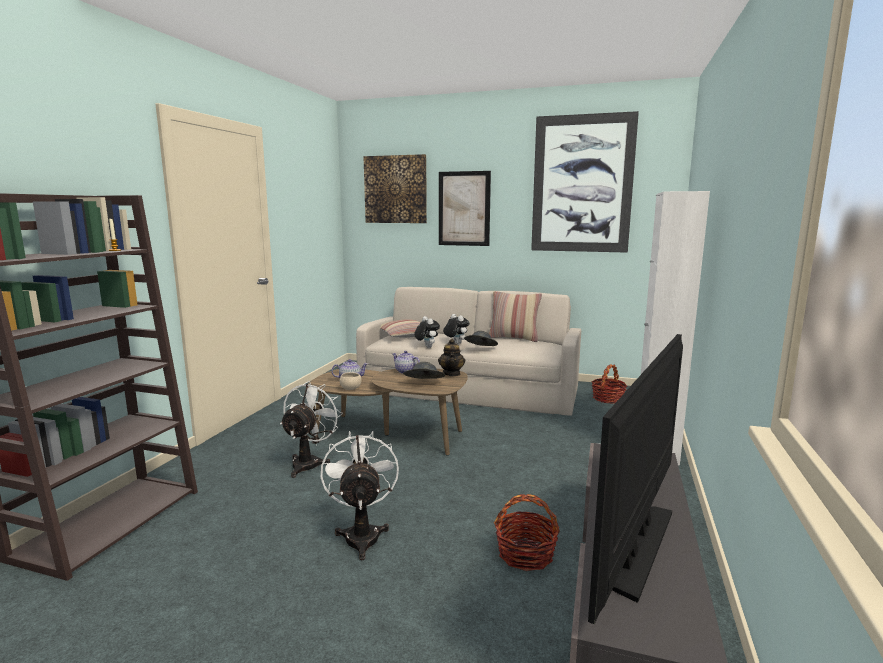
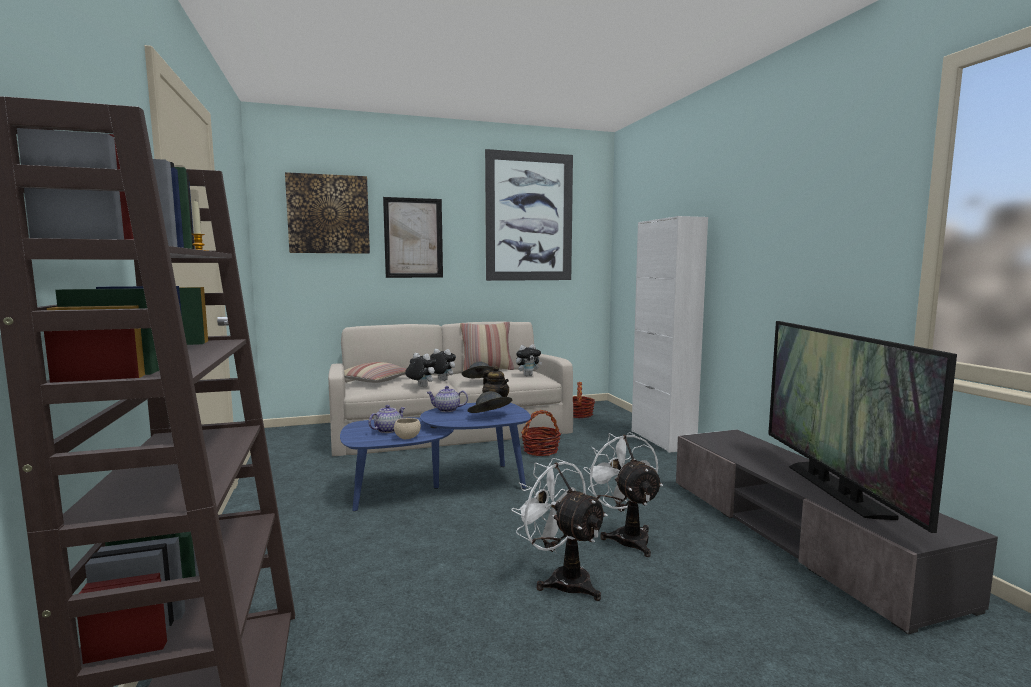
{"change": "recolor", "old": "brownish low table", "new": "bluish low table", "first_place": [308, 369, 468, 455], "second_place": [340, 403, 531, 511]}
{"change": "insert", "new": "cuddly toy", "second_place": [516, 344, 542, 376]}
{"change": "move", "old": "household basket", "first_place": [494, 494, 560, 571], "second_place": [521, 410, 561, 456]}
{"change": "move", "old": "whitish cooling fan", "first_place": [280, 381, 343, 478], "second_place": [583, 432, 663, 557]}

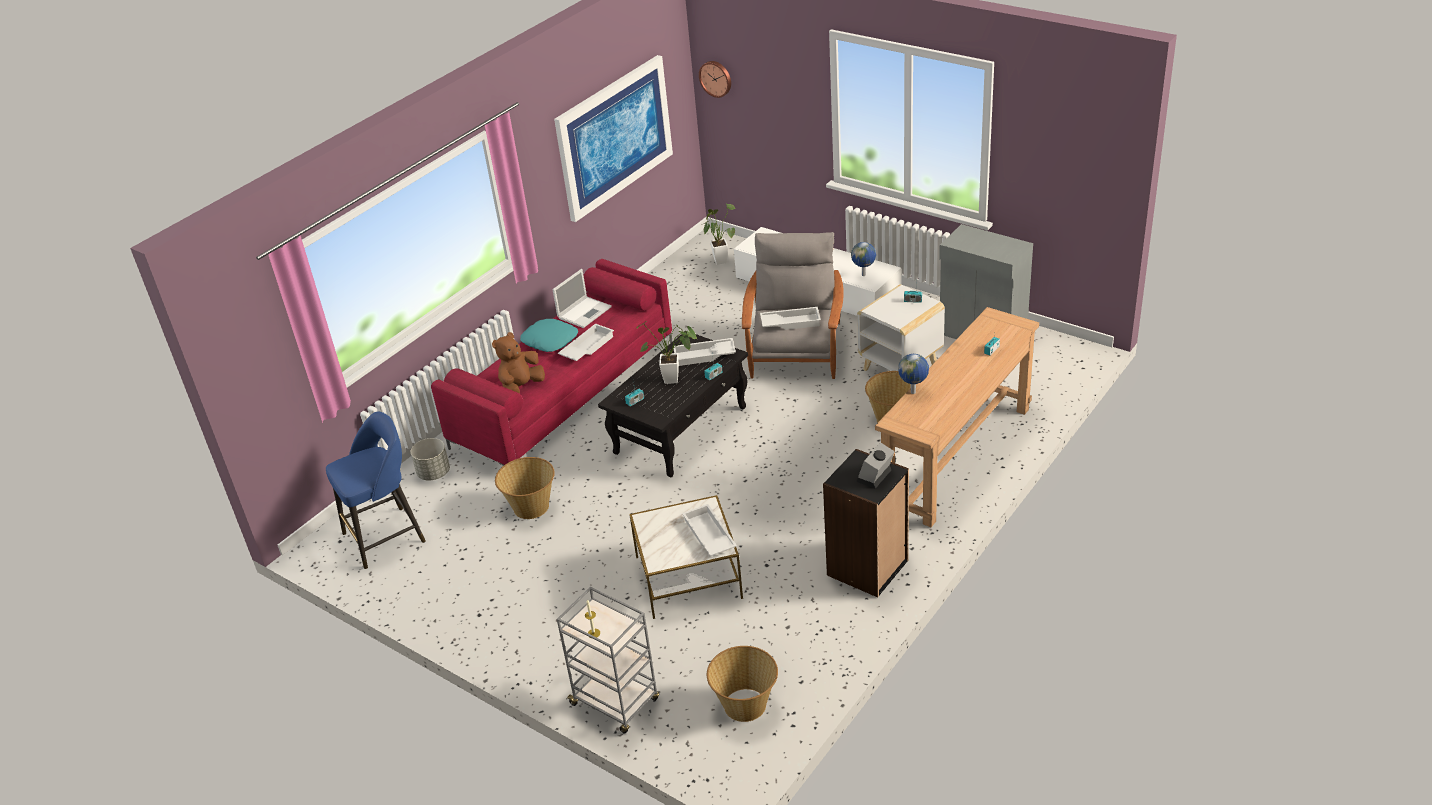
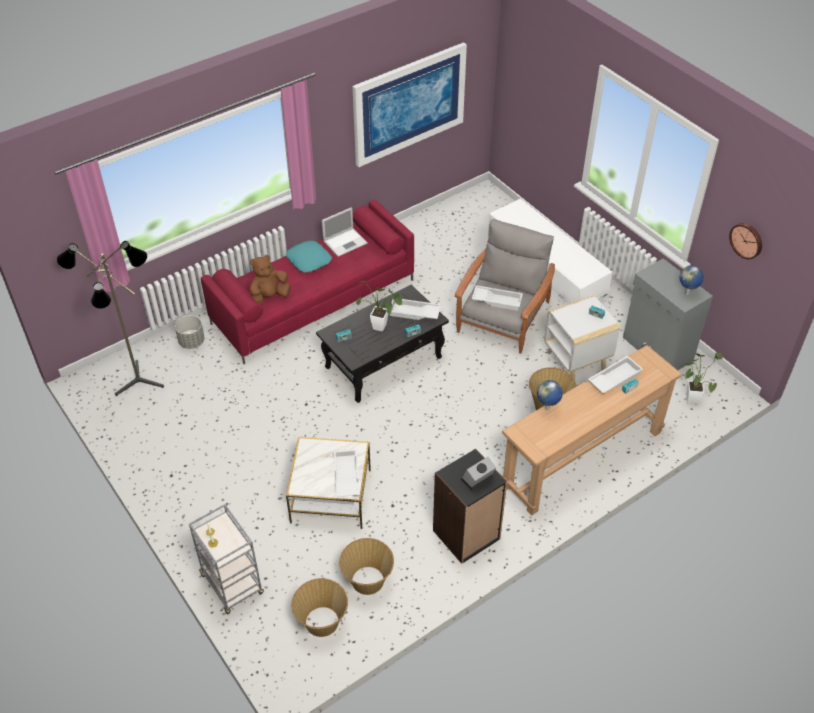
{"change": "replace", "old": "bluish stool seat", "new": "floor lamp", "first_place": [326, 412, 426, 569], "second_place": [57, 241, 164, 396]}
{"change": "move", "old": "household basket", "first_place": [495, 457, 555, 519], "second_place": [339, 538, 394, 595]}
{"change": "move", "old": "whitish serving tray", "first_place": [558, 323, 614, 361], "second_place": [588, 356, 643, 393]}
{"change": "move", "old": "desk globe", "first_place": [851, 242, 876, 276], "second_place": [679, 266, 704, 295]}
{"change": "move", "old": "plant in a pot", "first_place": [704, 204, 735, 265], "second_place": [685, 352, 722, 404]}
{"change": "move", "old": "hanging clock", "first_place": [699, 61, 731, 98], "second_place": [729, 223, 762, 259]}

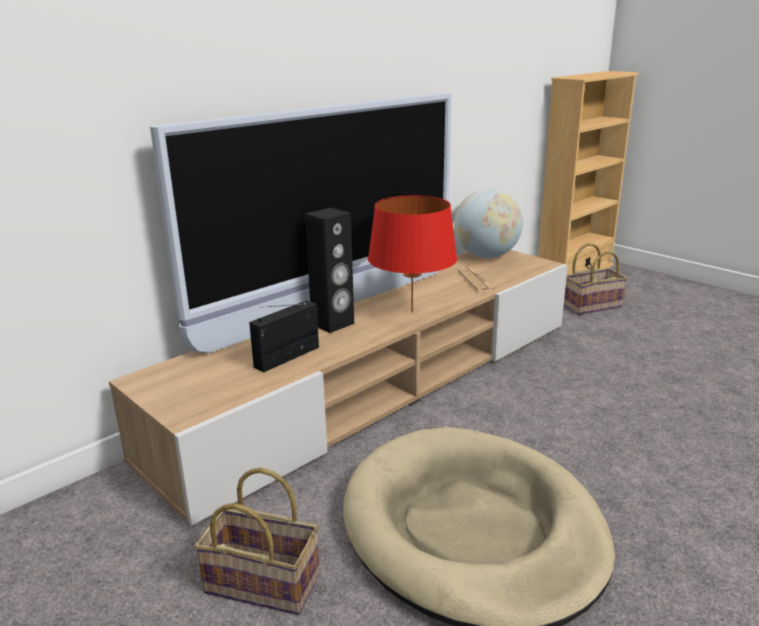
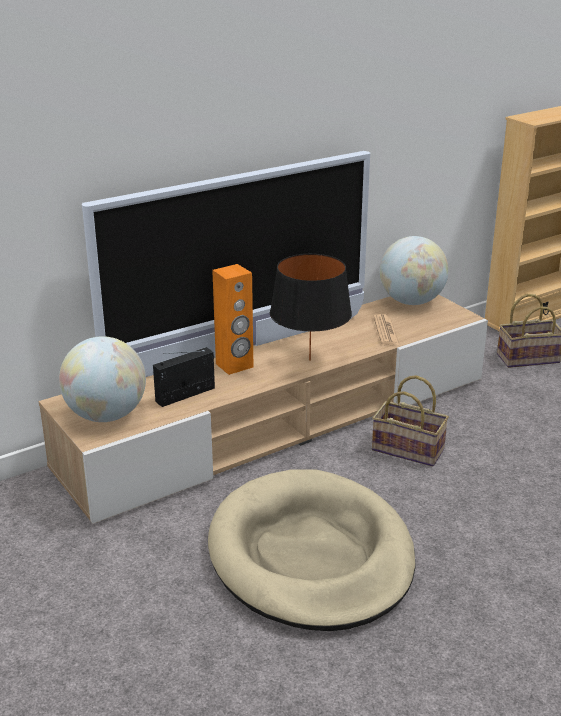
{"change": "insert", "new": "desk globe", "second_place": [59, 336, 146, 422]}
{"change": "recolor", "old": "black audio speaker", "new": "orangey audio speaker", "first_place": [305, 208, 354, 333], "second_place": [212, 264, 253, 375]}
{"change": "recolor", "old": "red lamp for a table", "new": "black lamp for a table", "first_place": [368, 196, 458, 313], "second_place": [270, 254, 352, 361]}
{"change": "move", "old": "household basket", "first_place": [194, 467, 320, 615], "second_place": [372, 375, 449, 467]}

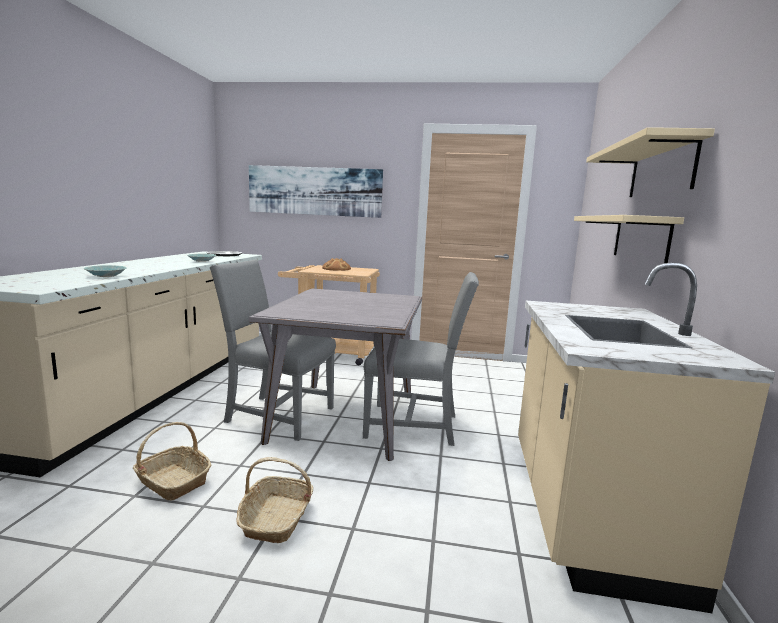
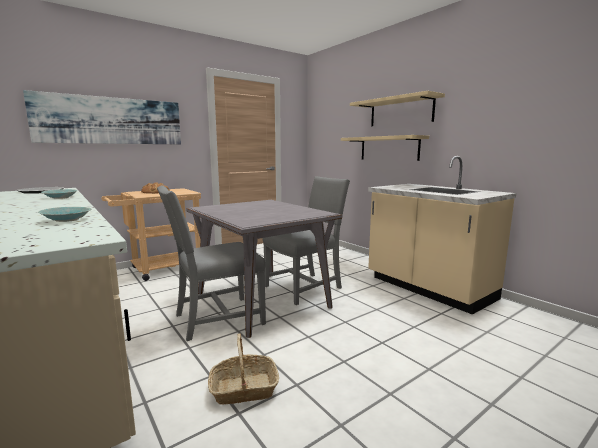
{"change": "delete", "old": "household basket", "first_place": [236, 457, 313, 543]}

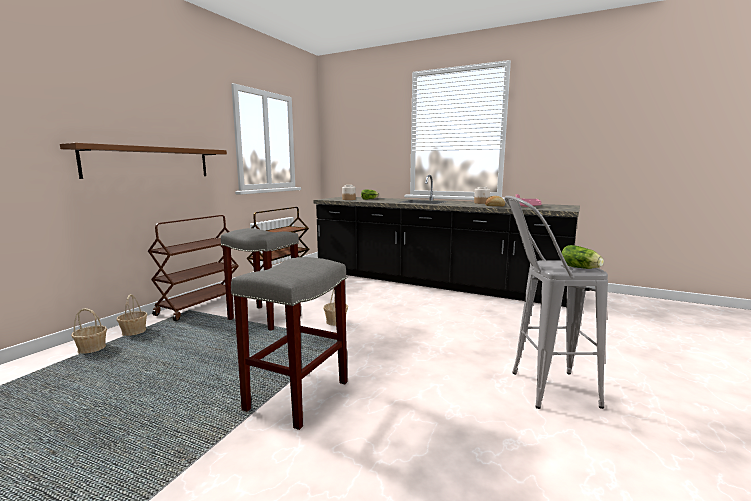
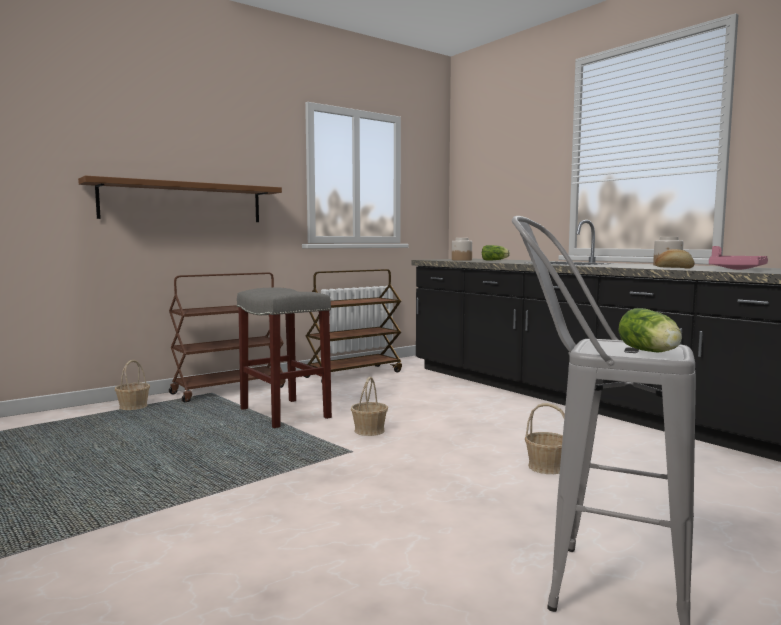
{"change": "move", "old": "household basket", "first_place": [71, 308, 107, 354], "second_place": [525, 403, 565, 474]}
{"change": "delete", "old": "greyish stool seat", "first_place": [231, 257, 347, 430]}

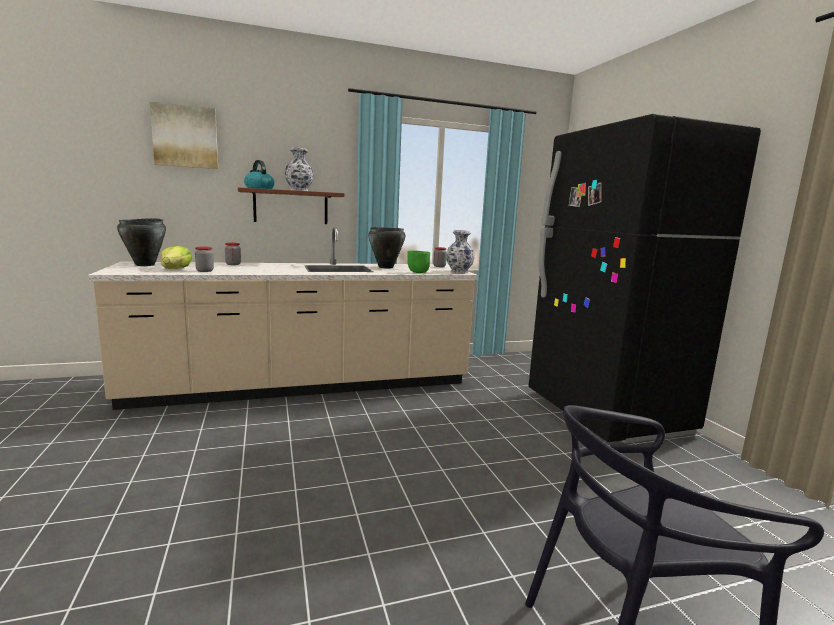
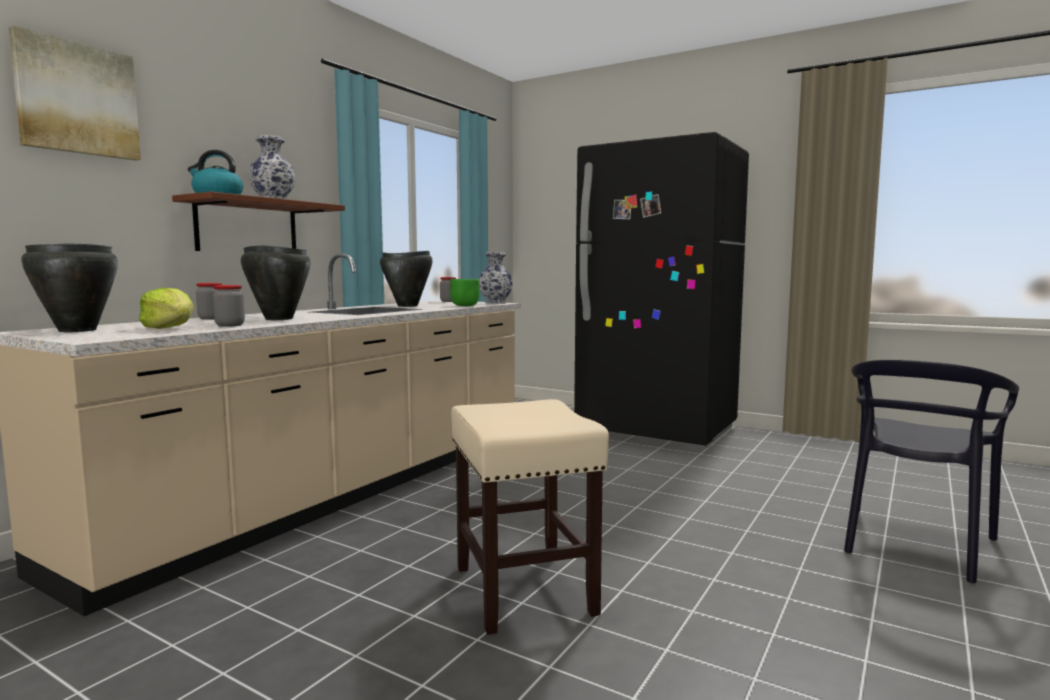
{"change": "insert", "new": "black stockpot", "second_place": [241, 245, 310, 320]}
{"change": "insert", "new": "beige stool seat", "second_place": [451, 399, 609, 635]}

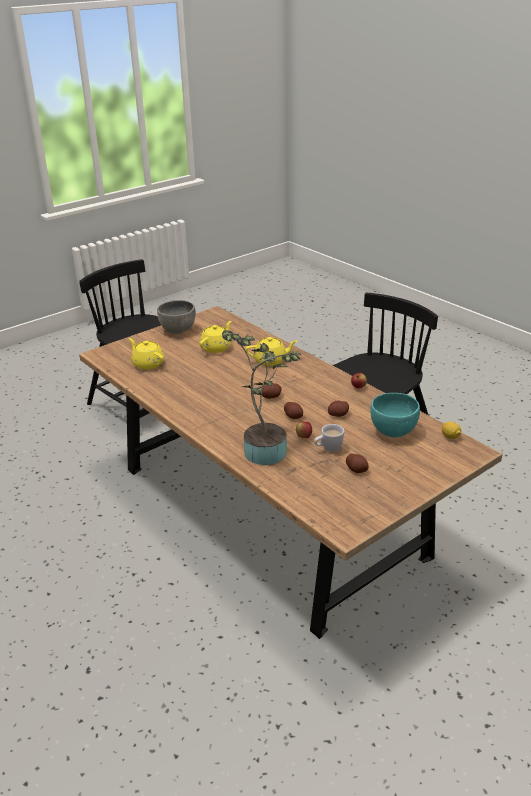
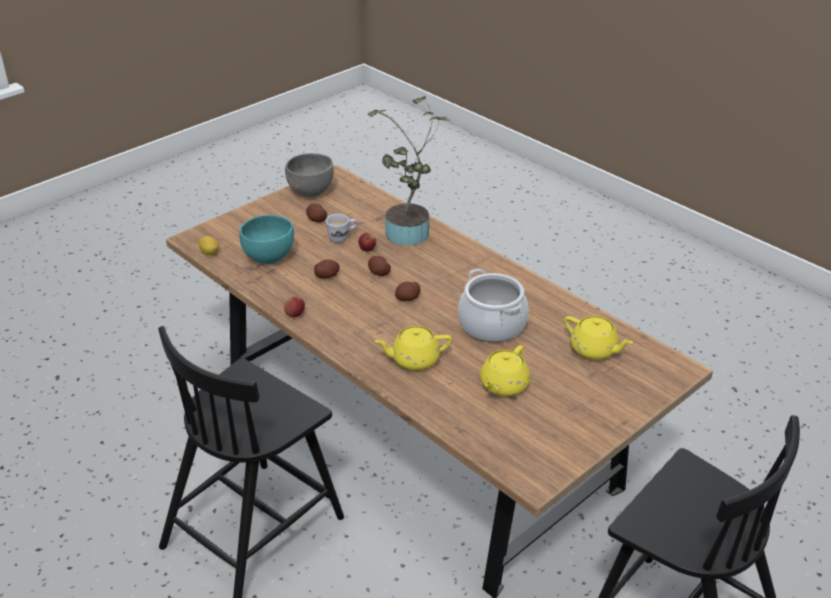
{"change": "move", "old": "greyish deep dish", "first_place": [157, 300, 196, 334], "second_place": [285, 153, 334, 197]}
{"change": "insert", "new": "stockpot", "second_place": [458, 269, 529, 342]}

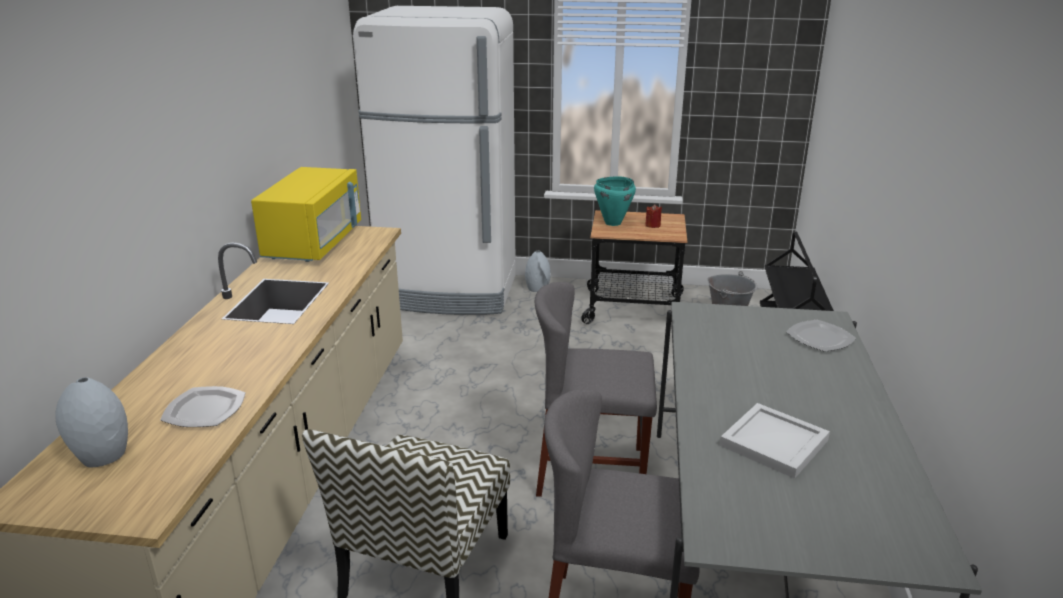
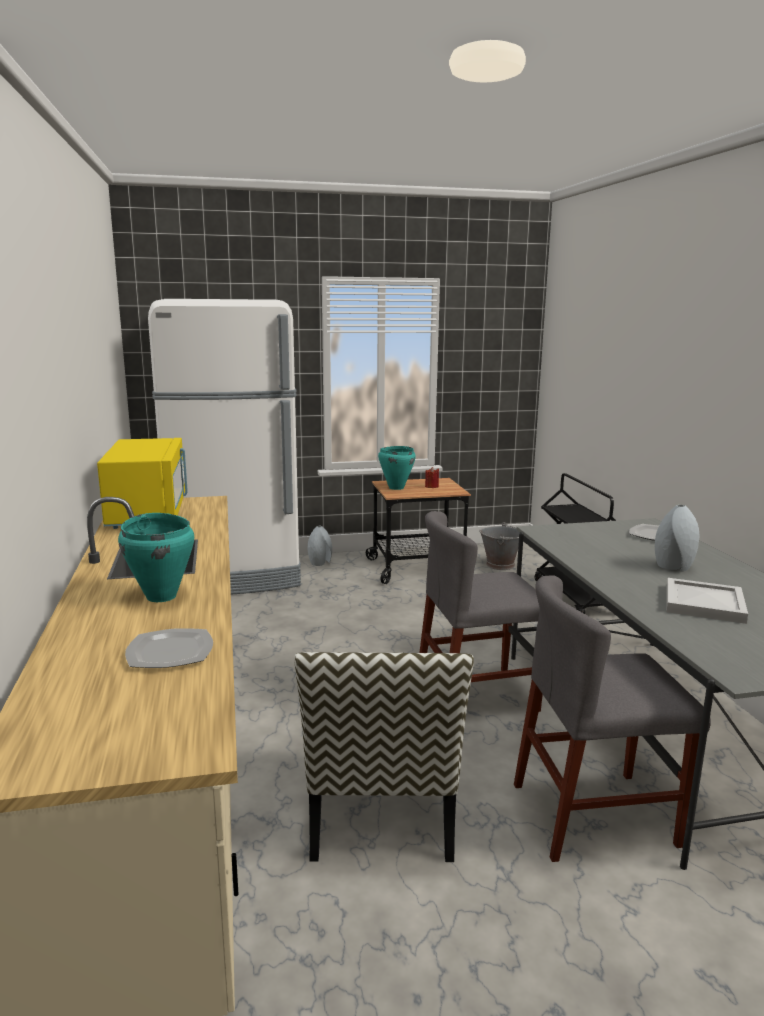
{"change": "insert", "new": "turquoise stockpot", "second_place": [118, 513, 194, 602]}
{"change": "move", "old": "greyish flower vase", "first_place": [55, 377, 128, 467], "second_place": [655, 505, 700, 572]}

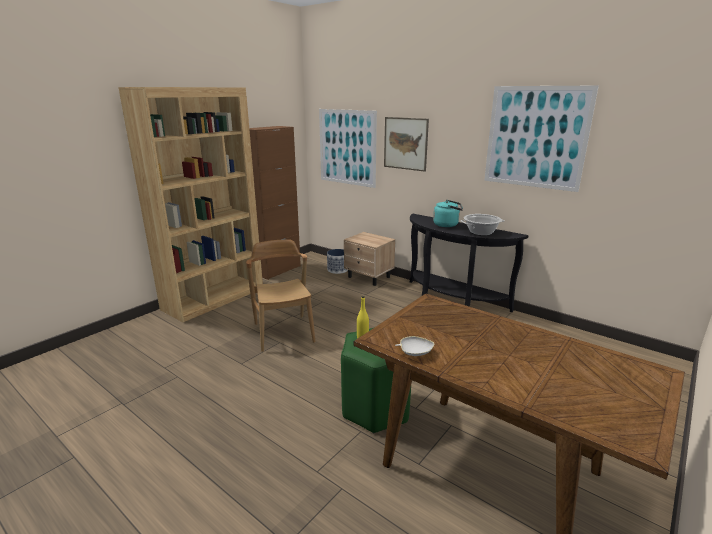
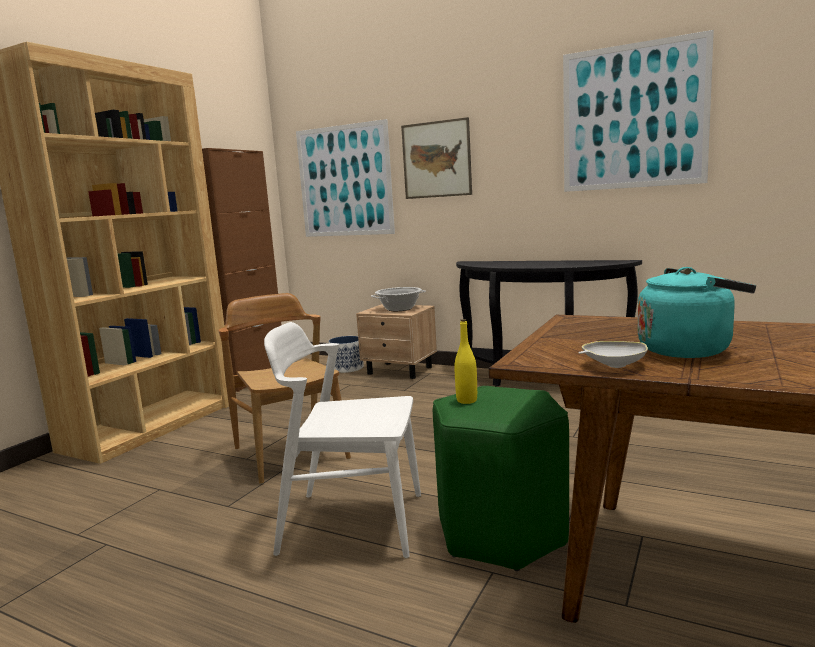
{"change": "insert", "new": "whitish plain chair", "second_place": [264, 322, 421, 558]}
{"change": "move", "old": "stockpot", "first_place": [461, 214, 505, 236], "second_place": [371, 287, 426, 311]}
{"change": "move", "old": "turquoise tea kettle", "first_place": [433, 200, 463, 227], "second_place": [638, 267, 756, 358]}

